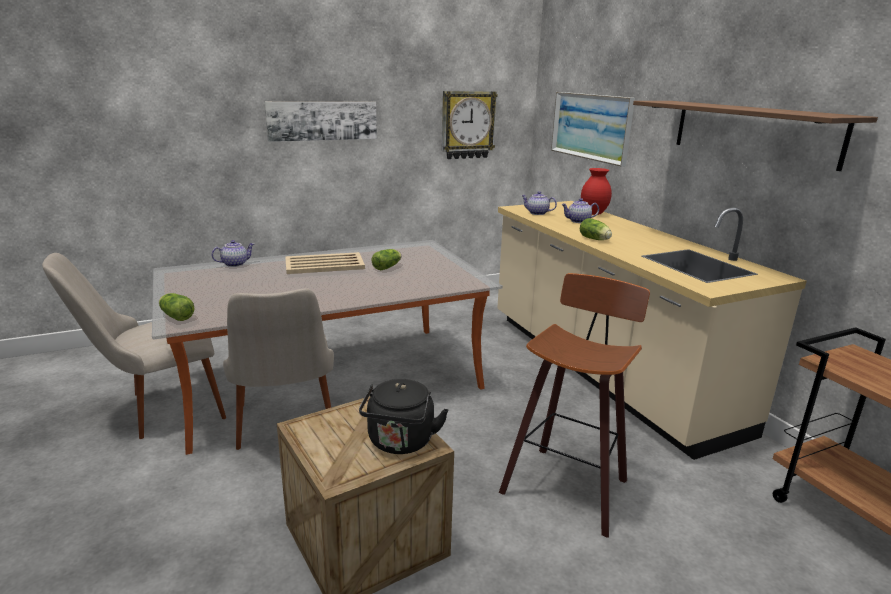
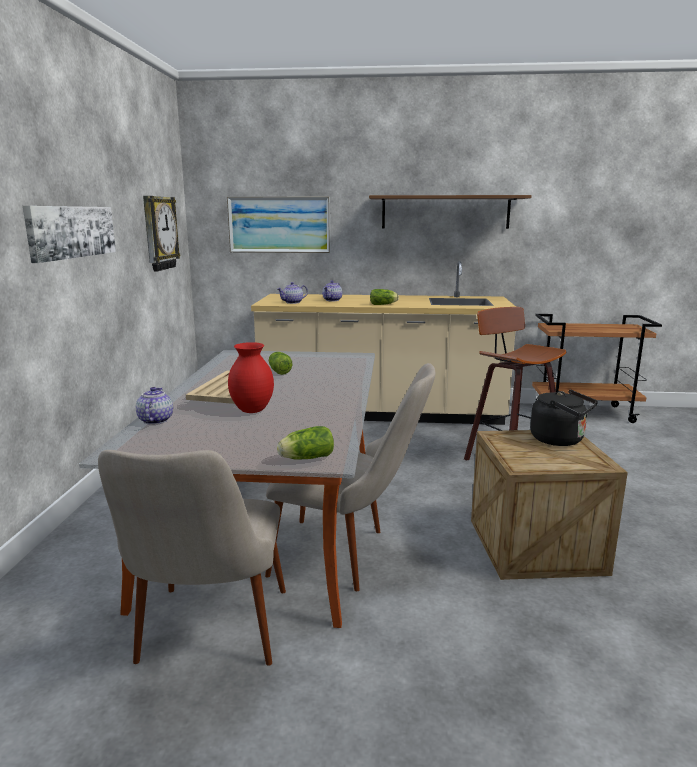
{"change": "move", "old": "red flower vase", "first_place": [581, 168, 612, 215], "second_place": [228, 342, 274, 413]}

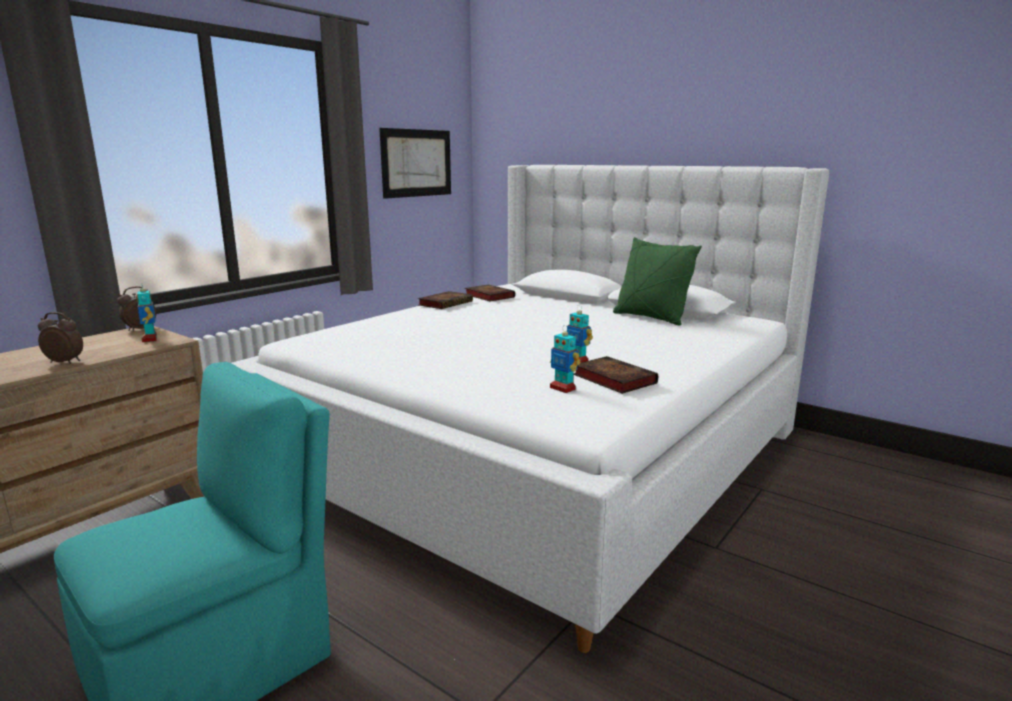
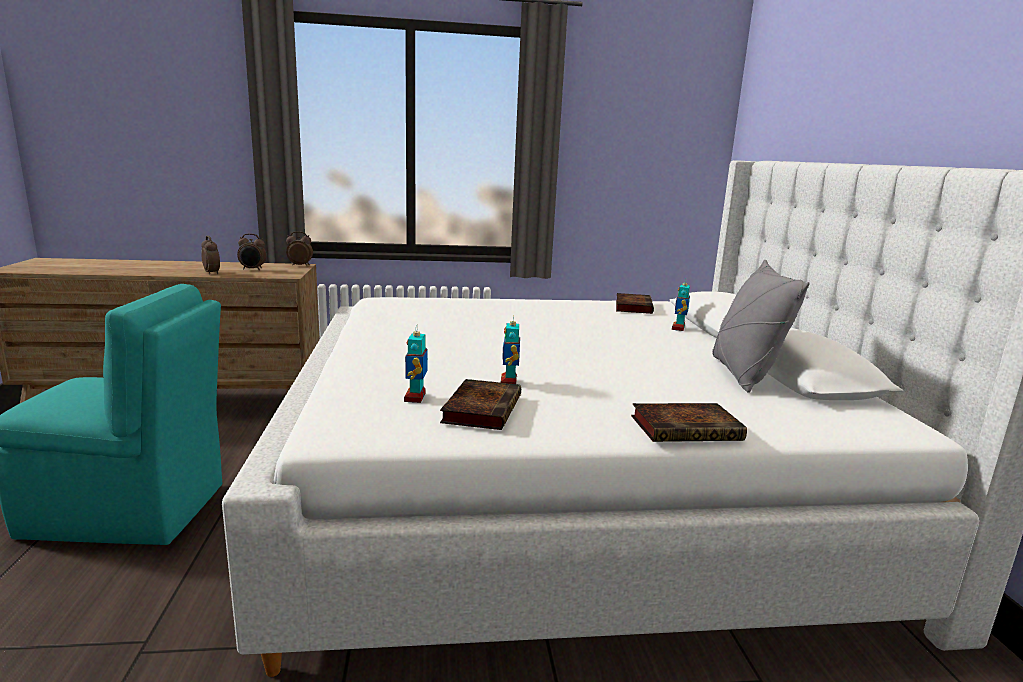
{"change": "insert", "new": "bedside clock", "second_place": [237, 234, 266, 270]}
{"change": "move", "old": "book", "first_place": [418, 291, 473, 309], "second_place": [631, 403, 747, 442]}
{"change": "move", "old": "robot figure", "first_place": [136, 285, 157, 342], "second_place": [672, 279, 690, 331]}
{"change": "recolor", "old": "greenish throw pillow", "new": "greyish throw pillow", "first_place": [613, 237, 702, 326], "second_place": [712, 260, 810, 393]}
{"change": "delete", "old": "wall art", "first_place": [379, 128, 451, 199]}

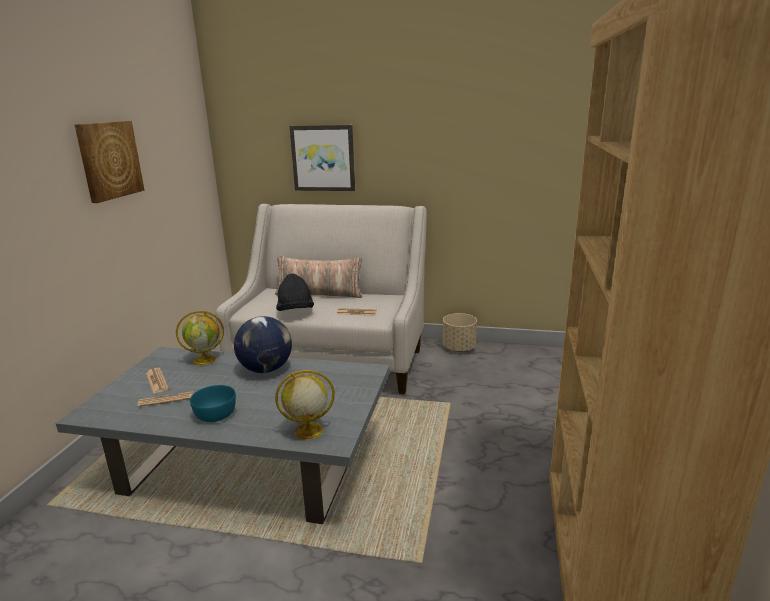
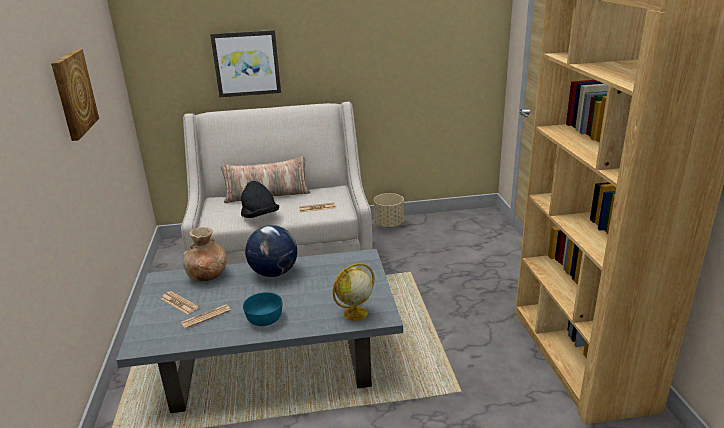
{"change": "replace", "old": "desk globe", "new": "brownish flower vase", "first_place": [176, 310, 224, 366], "second_place": [183, 227, 227, 282]}

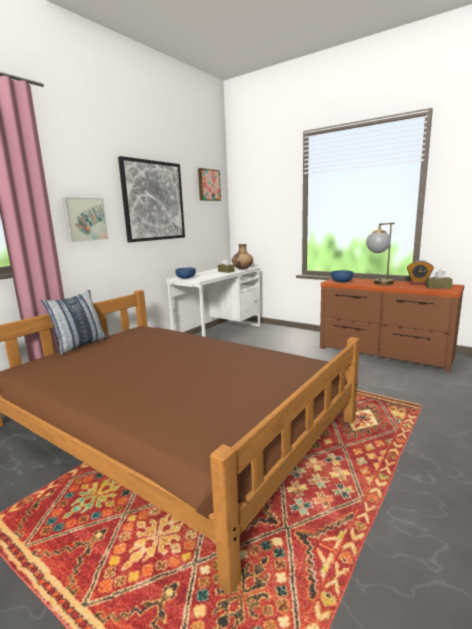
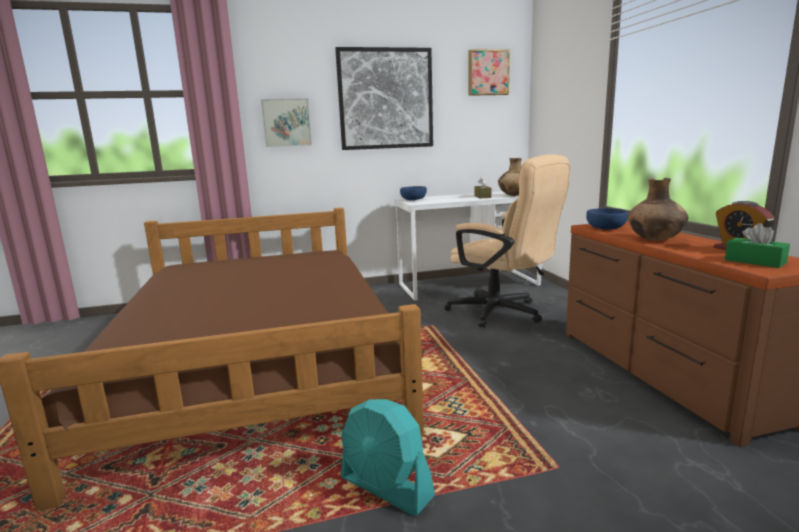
{"change": "insert", "new": "turquoise cooling fan", "second_place": [340, 399, 435, 516]}
{"change": "insert", "new": "beige office chair", "second_place": [444, 154, 570, 328]}
{"change": "replace", "old": "lamp for a table", "new": "brownish flower vase", "first_place": [366, 222, 395, 285], "second_place": [628, 178, 689, 241]}
{"change": "recolor", "old": "brownish tissue holder", "new": "greenish tissue holder", "first_place": [425, 269, 453, 288], "second_place": [725, 223, 790, 268]}
{"change": "delete", "old": "throw pillow", "first_place": [41, 290, 108, 355]}

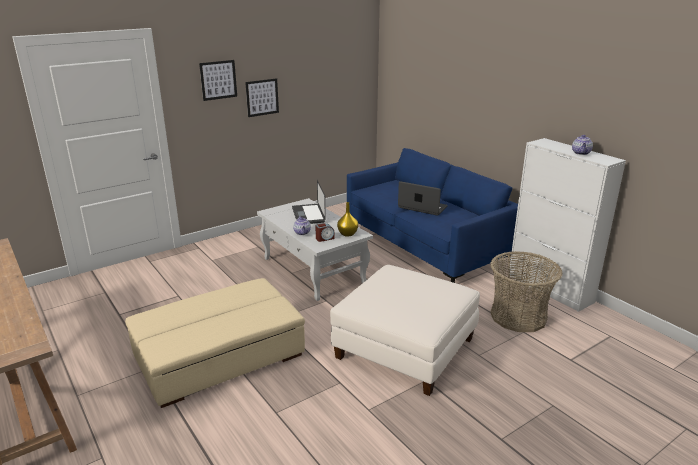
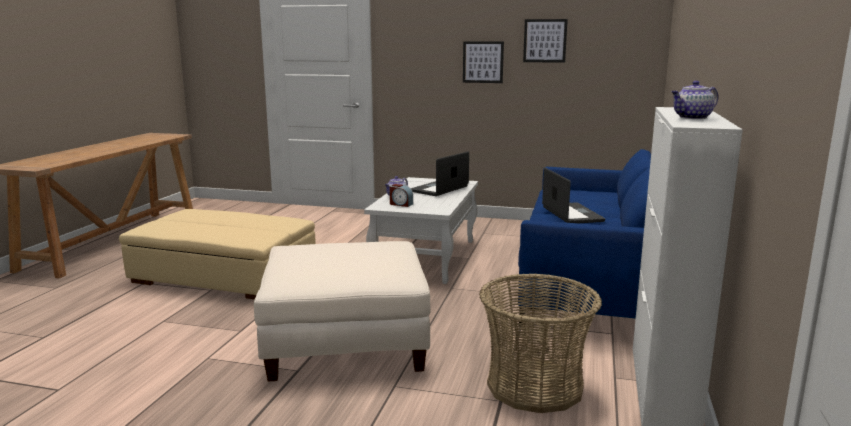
{"change": "move", "old": "wall art", "first_place": [199, 60, 237, 101], "second_place": [523, 19, 568, 63]}
{"change": "delete", "old": "yellow-coloured flower vase", "first_place": [337, 202, 358, 237]}

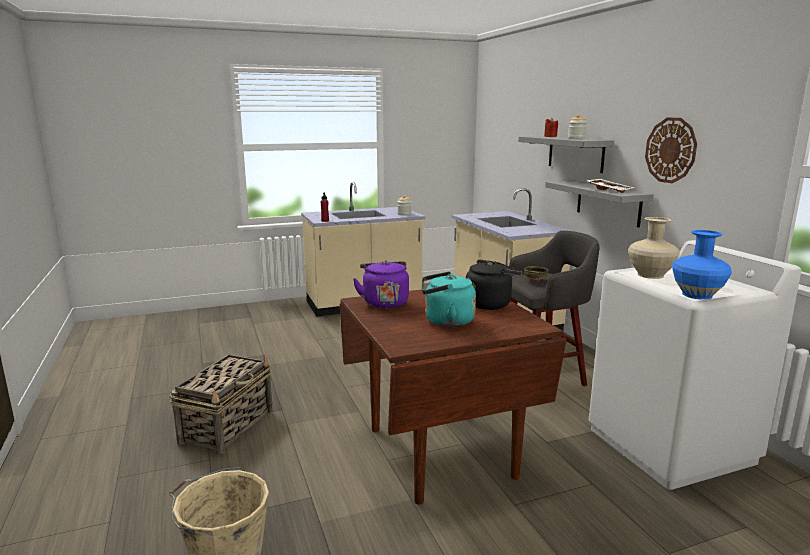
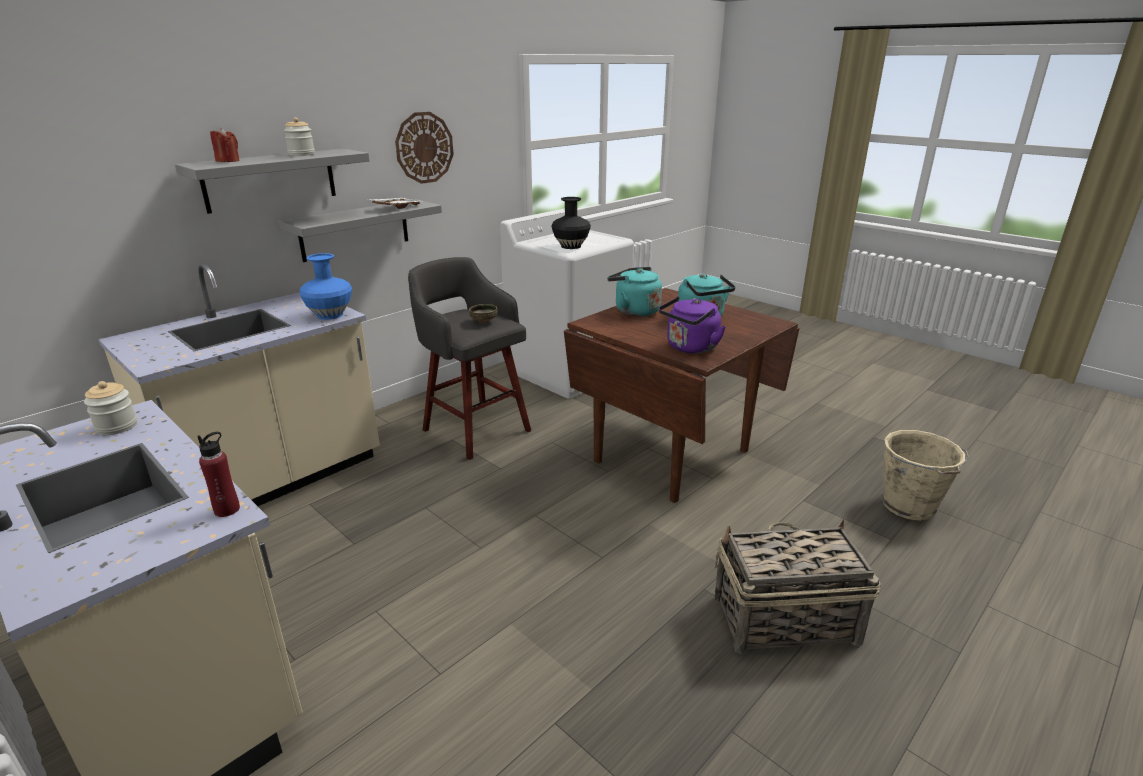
{"change": "move", "old": "bluish flower vase", "first_place": [672, 230, 732, 300], "second_place": [300, 253, 352, 320]}
{"change": "recolor", "old": "beige flower vase", "new": "black flower vase", "first_place": [628, 217, 680, 279], "second_place": [551, 197, 591, 249]}
{"change": "recolor", "old": "black tea kettle", "new": "turquoise tea kettle", "first_place": [466, 259, 522, 310], "second_place": [607, 267, 662, 317]}

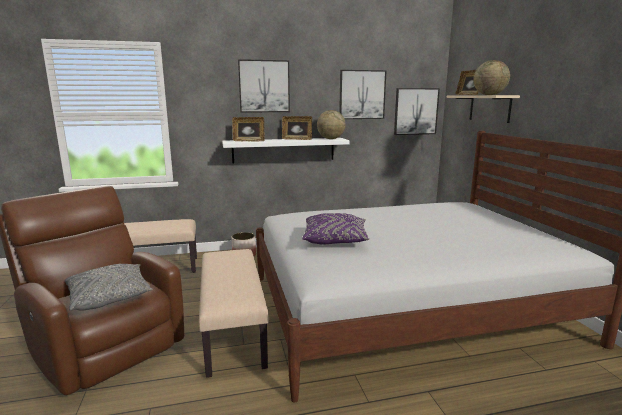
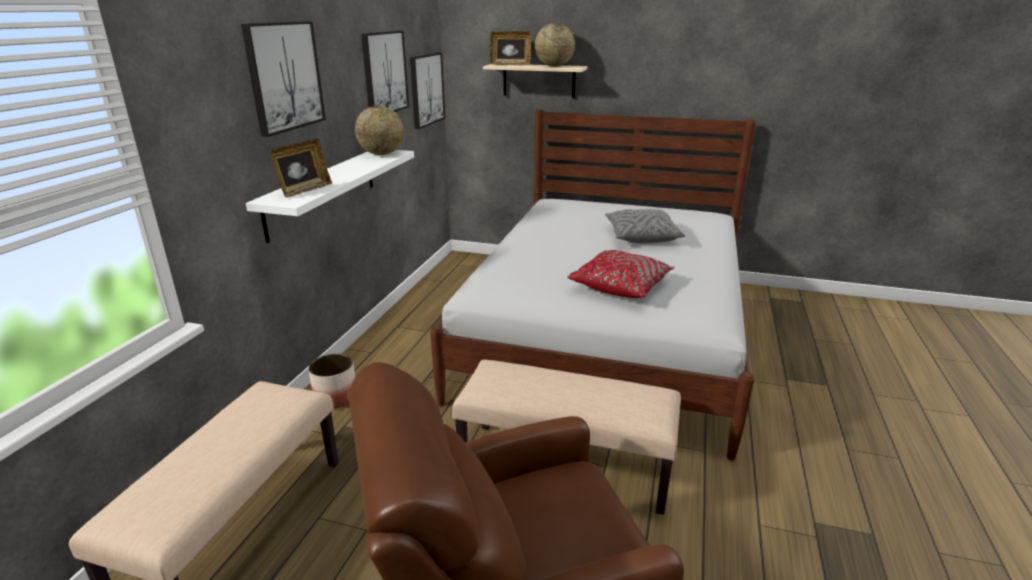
{"change": "recolor", "old": "purple throw pillow", "new": "red throw pillow", "first_place": [302, 213, 369, 245], "second_place": [567, 250, 675, 298]}
{"change": "move", "old": "greyish throw pillow", "first_place": [65, 264, 152, 311], "second_place": [605, 209, 685, 243]}
{"change": "delete", "old": "picture frame", "first_place": [282, 116, 312, 140]}

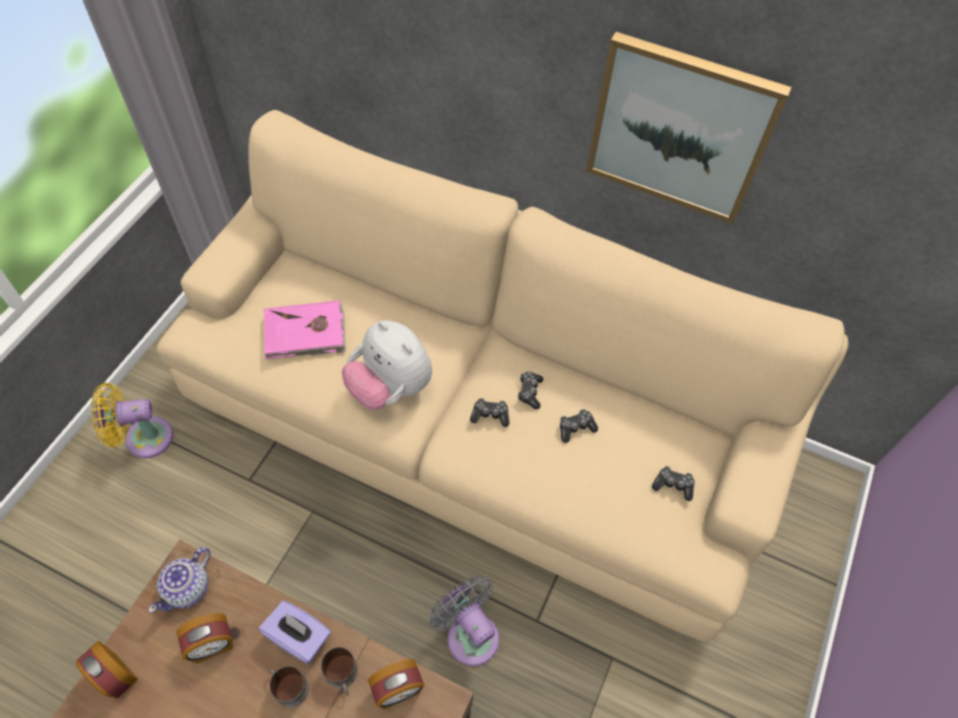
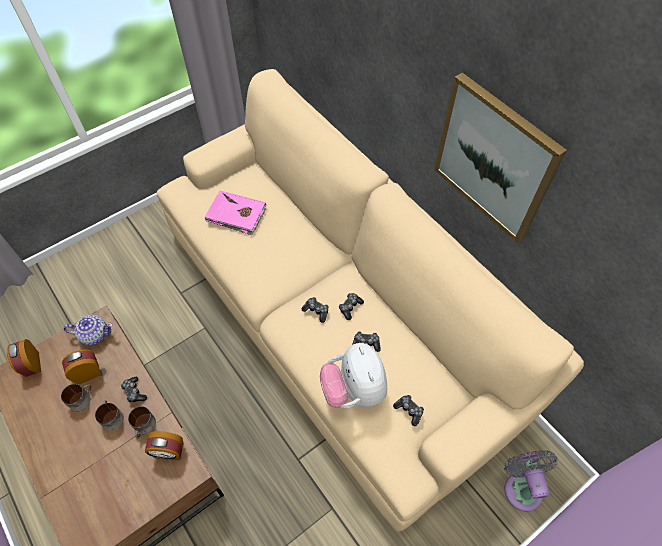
{"change": "insert", "new": "coffee mug", "second_place": [61, 384, 92, 411]}
{"change": "rotate", "old": "bedside clock", "first_place": [176, 613, 233, 664], "second_place": [62, 349, 101, 385], "degrees": 150}
{"change": "rotate", "old": "tea pot", "first_place": [149, 547, 211, 613], "second_place": [64, 315, 113, 346], "degrees": -150}
{"change": "replace", "old": "purple tissue holder", "new": "game controller", "first_place": [259, 601, 331, 664], "second_place": [121, 377, 147, 402]}
{"change": "move", "old": "cuddly toy", "first_place": [342, 320, 432, 410], "second_place": [320, 343, 387, 408]}
{"change": "move", "old": "greyish cooling fan", "first_place": [429, 575, 499, 666], "second_place": [504, 450, 558, 512]}
{"change": "delete", "old": "yellow-coloured cooling fan", "first_place": [91, 383, 173, 458]}

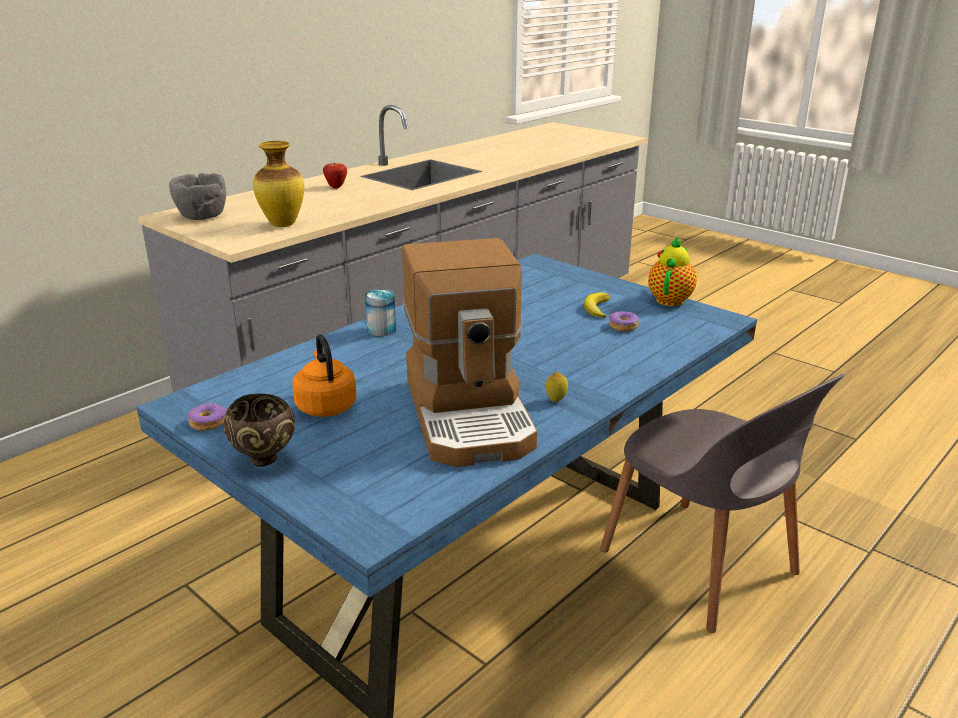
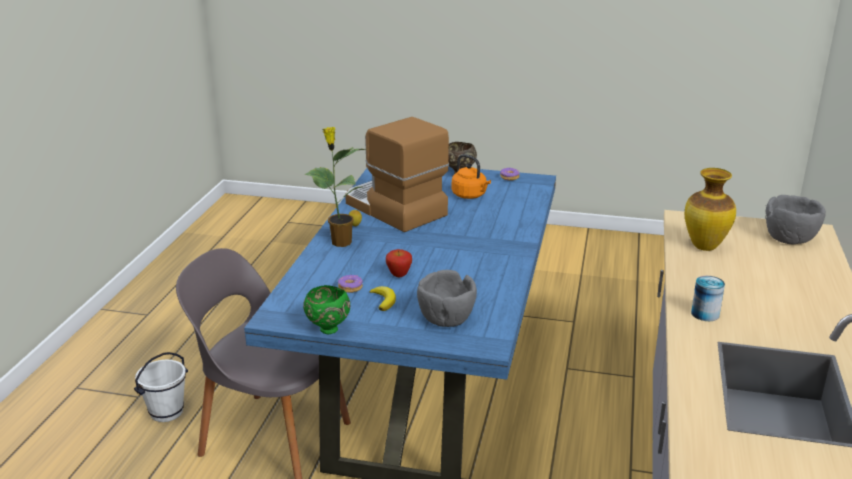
{"change": "insert", "new": "whitish bucket", "second_place": [134, 352, 188, 422]}
{"change": "replace", "old": "tea pot", "new": "greenish deep dish", "first_place": [648, 236, 697, 306], "second_place": [303, 285, 350, 334]}
{"change": "insert", "new": "plant in a pot", "second_place": [305, 127, 365, 247]}
{"change": "move", "old": "whole apple", "first_place": [323, 162, 347, 188], "second_place": [386, 249, 412, 277]}
{"change": "insert", "new": "greyish deep dish", "second_place": [417, 270, 477, 327]}
{"change": "move", "old": "sealed can", "first_place": [365, 289, 396, 336], "second_place": [691, 276, 725, 321]}

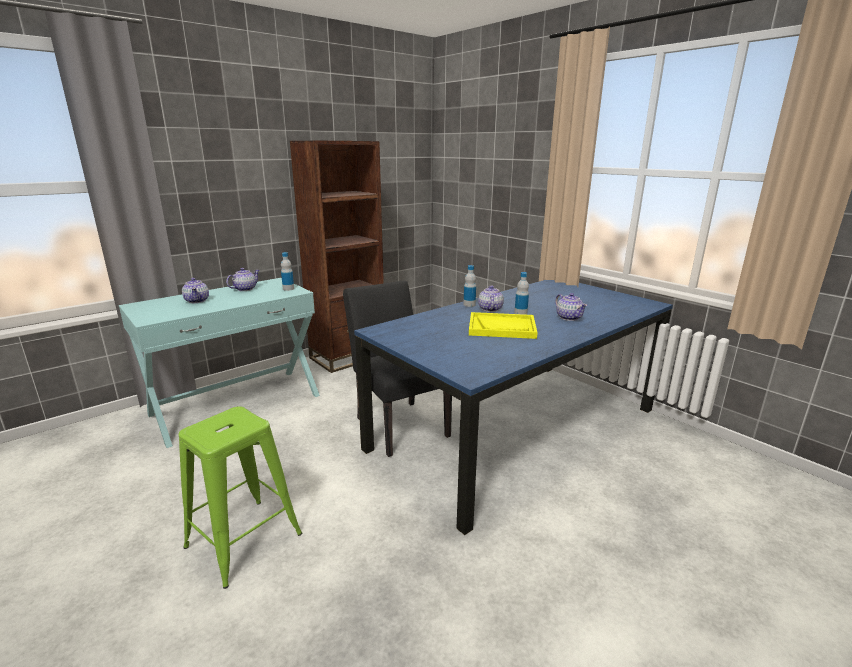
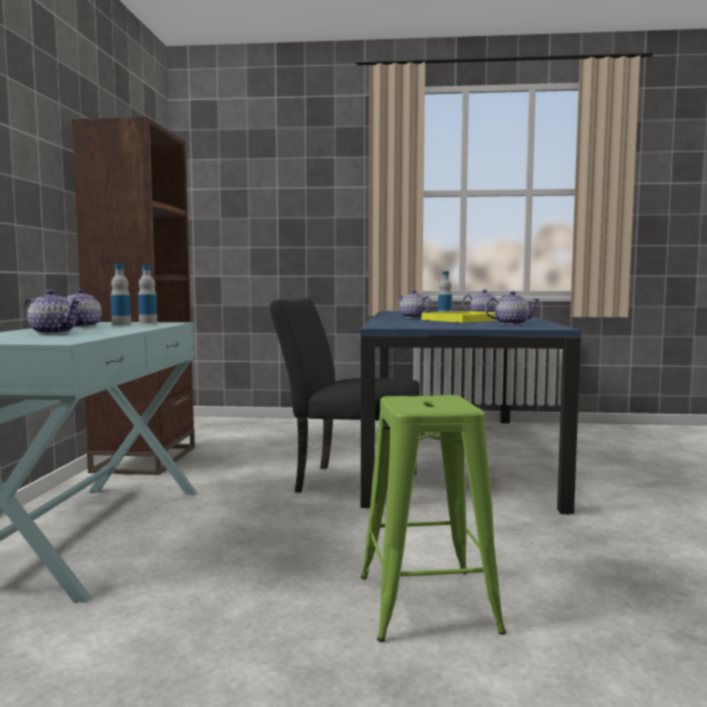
{"change": "move", "old": "drink bottle", "first_place": [463, 265, 476, 307], "second_place": [111, 264, 131, 325]}
{"change": "insert", "new": "tea pot", "second_place": [485, 291, 540, 325]}

